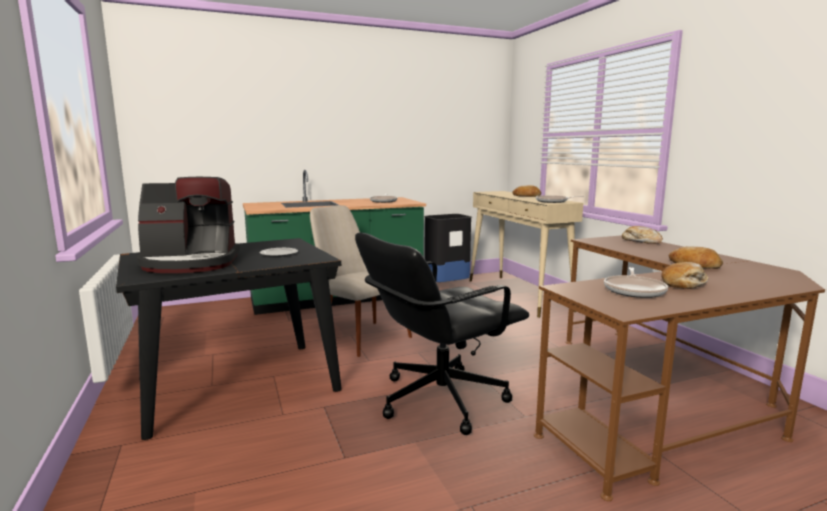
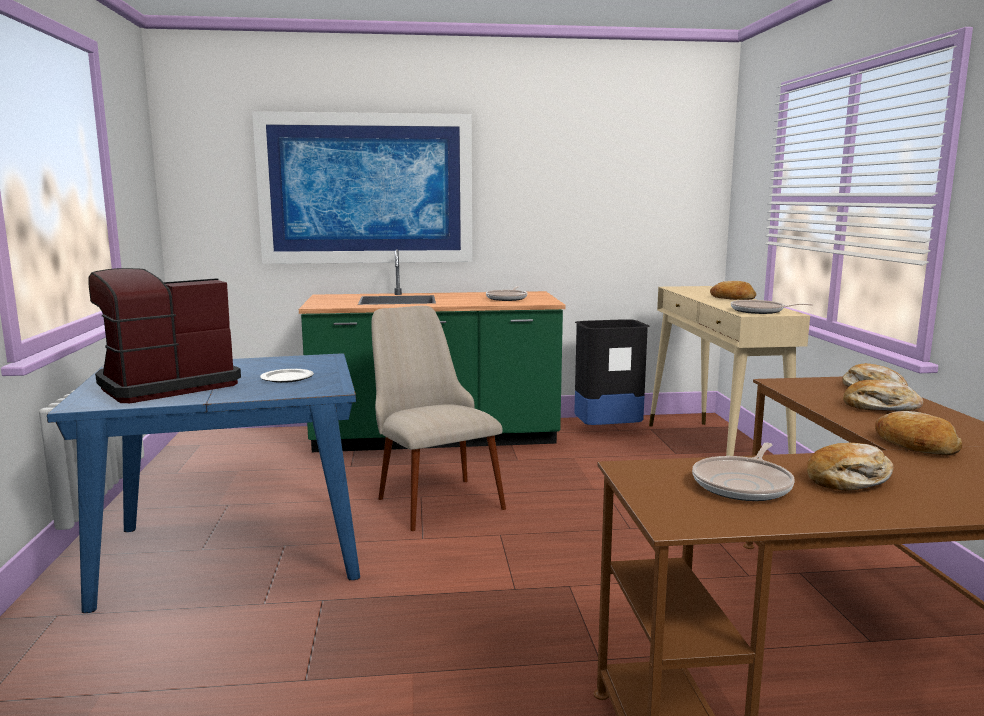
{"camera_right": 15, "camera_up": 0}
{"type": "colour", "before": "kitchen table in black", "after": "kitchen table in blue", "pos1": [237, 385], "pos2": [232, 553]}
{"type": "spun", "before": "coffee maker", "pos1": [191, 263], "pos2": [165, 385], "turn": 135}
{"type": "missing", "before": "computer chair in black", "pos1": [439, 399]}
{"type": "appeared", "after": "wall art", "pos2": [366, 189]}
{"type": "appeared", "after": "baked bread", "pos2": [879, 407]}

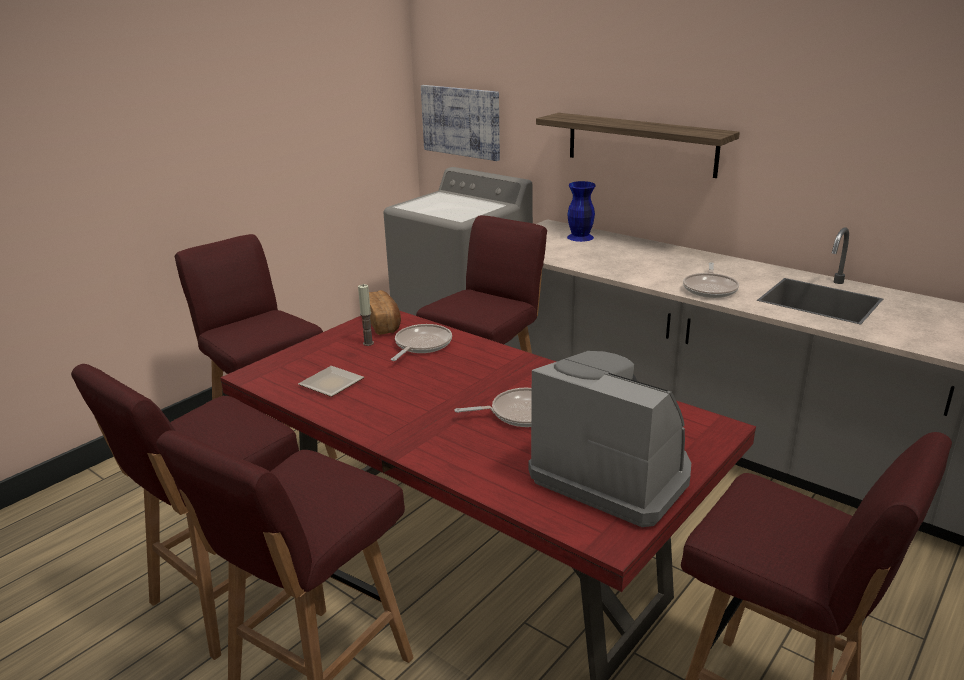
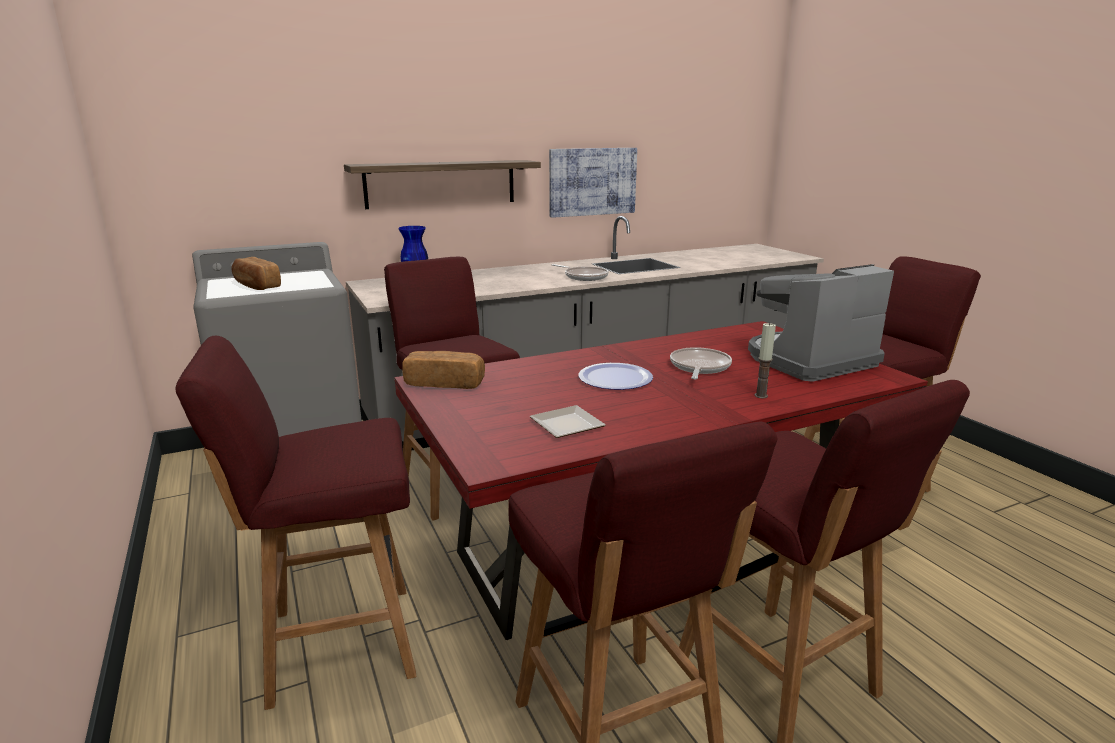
{"camera_right": -65, "camera_up": -5}
{"type": "relocated", "before": "candle", "pos1": [368, 343], "pos2": [761, 396]}
{"type": "missing", "before": "pan", "pos1": [421, 345]}
{"type": "relocated", "before": "wall art", "pos1": [461, 121], "pos2": [592, 181]}
{"type": "appeared", "after": "baked bread", "pos2": [256, 286]}
{"type": "appeared", "after": "plate", "pos2": [615, 378]}

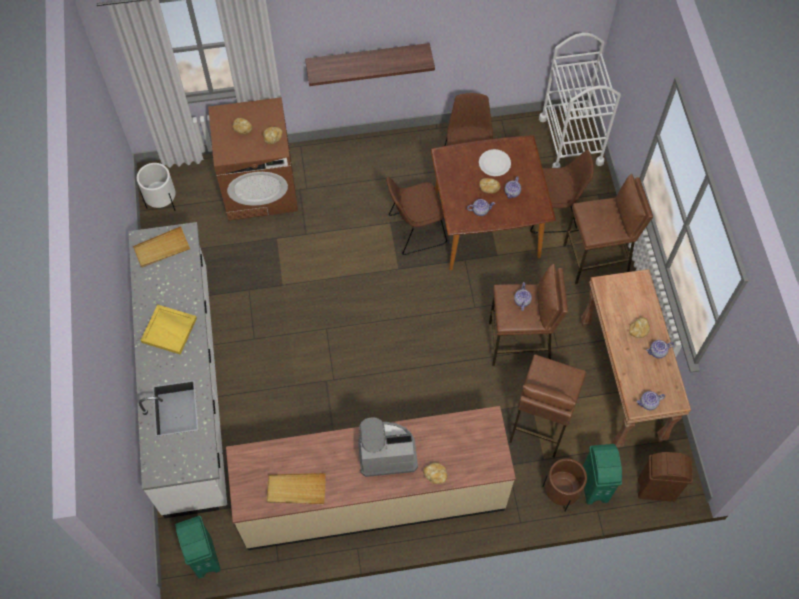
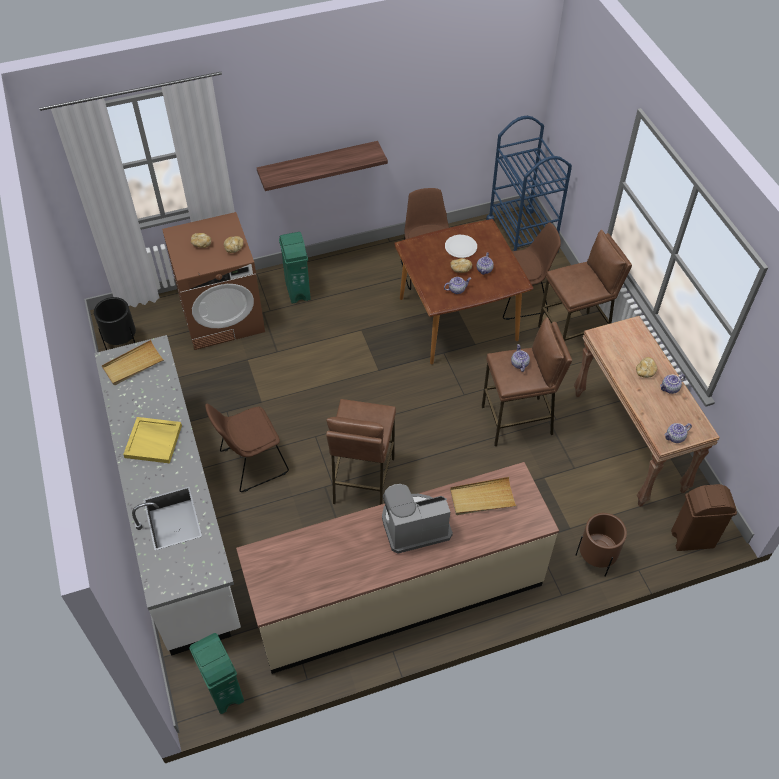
{"camera_right": -10, "camera_up": -10}
{"type": "colour", "before": "flower pot in white-coloured", "after": "flower pot in black", "pos1": [162, 202], "pos2": [122, 343]}
{"type": "relocated", "before": "carrying tray in beige", "pos1": [296, 489], "pos2": [482, 498]}
{"type": "relocated", "before": "upright chair in brownish", "pos1": [415, 230], "pos2": [251, 463]}
{"type": "missing", "before": "baked bread", "pos1": [435, 475]}
{"type": "relocated", "before": "stool seat in brownish", "pos1": [539, 423], "pos2": [363, 480]}
{"type": "colour", "before": "cart in white-coloured", "after": "cart in blue", "pos1": [571, 140], "pos2": [521, 236]}
{"type": "relocated", "before": "trash can in green", "pos1": [594, 485], "pos2": [298, 290]}

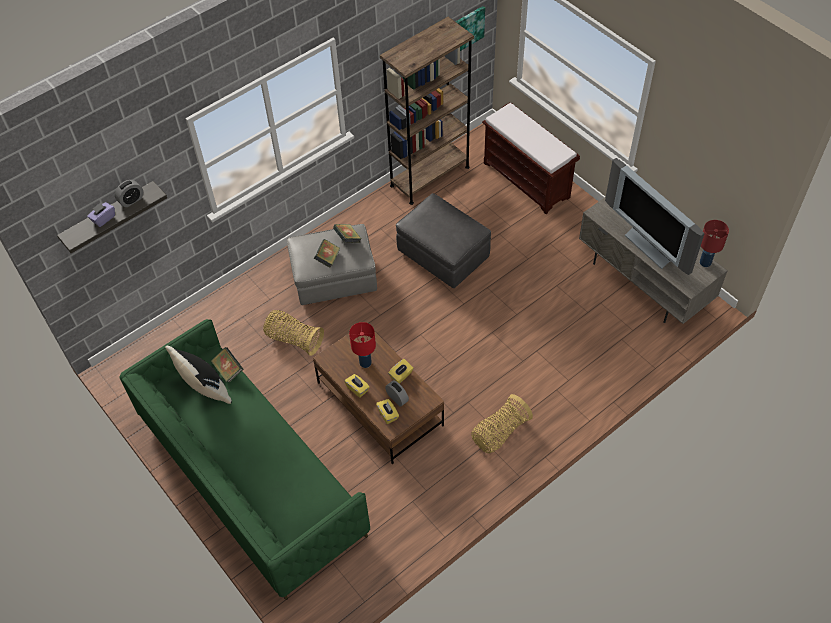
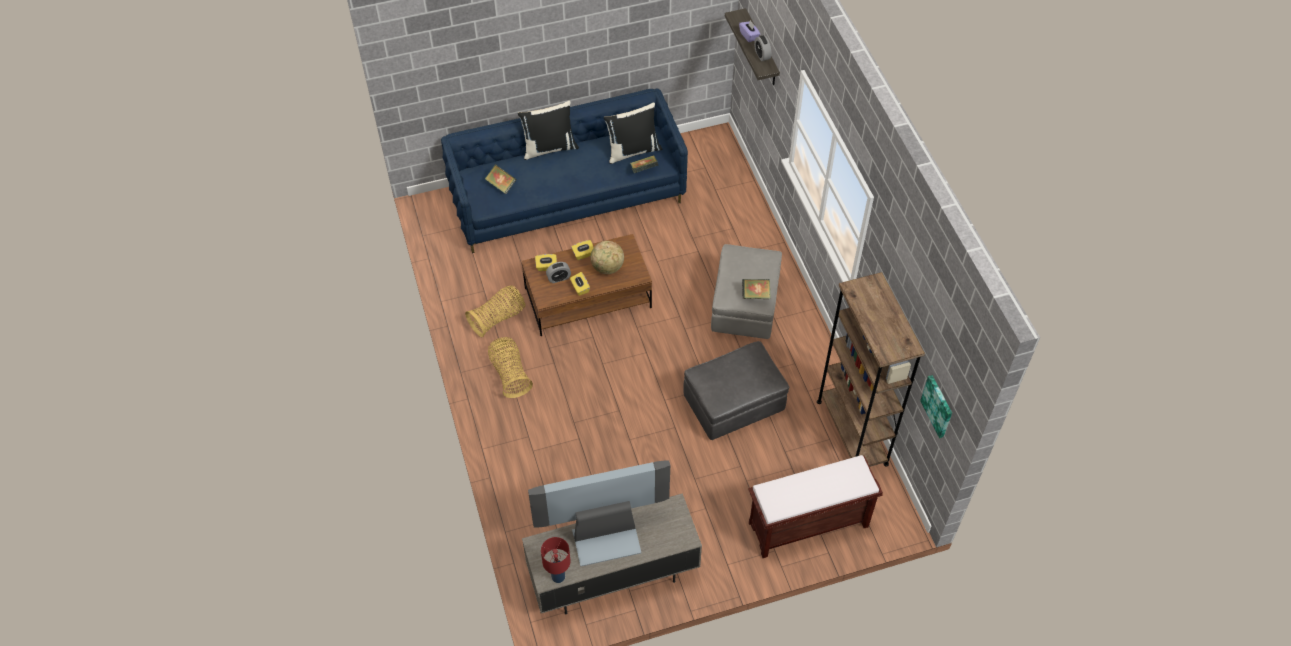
{"camera_right": 110, "camera_up": 0}
{"type": "colour", "before": "couch in green", "after": "couch in blue", "pos1": [251, 476], "pos2": [567, 196]}
{"type": "relocated", "before": "storage basket", "pos1": [294, 339], "pos2": [498, 318]}
{"type": "relocated", "before": "volume", "pos1": [328, 259], "pos2": [501, 185]}
{"type": "exchanged", "before": "tabletop lamp in red-coloured", "after": "desk globe", "pos1": [365, 362], "pos2": [607, 268]}
{"type": "appeared", "after": "throw pillow in black", "pos2": [549, 148]}

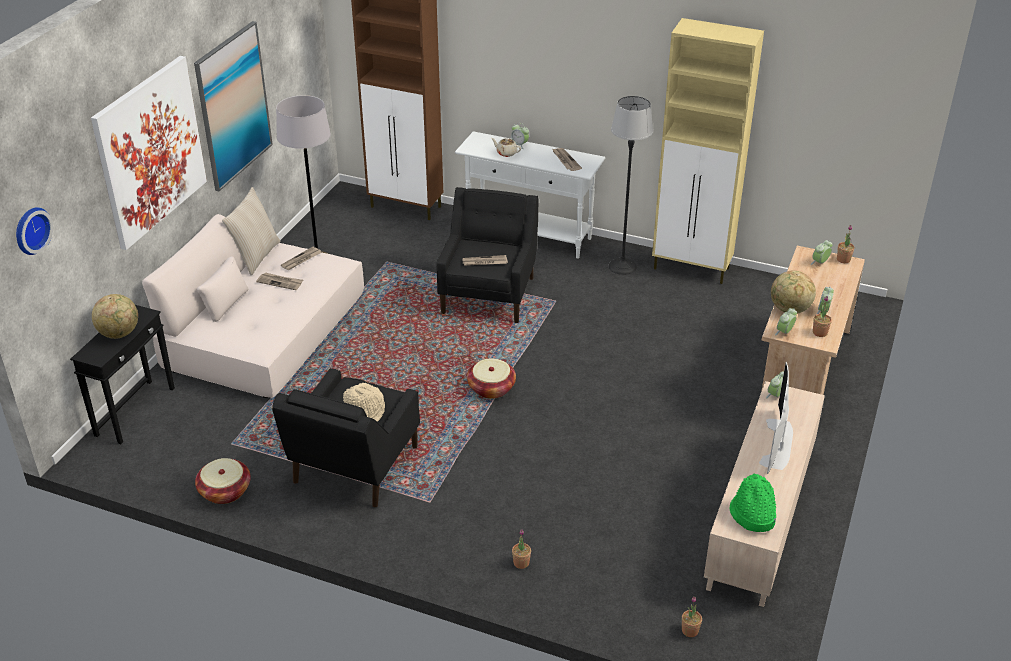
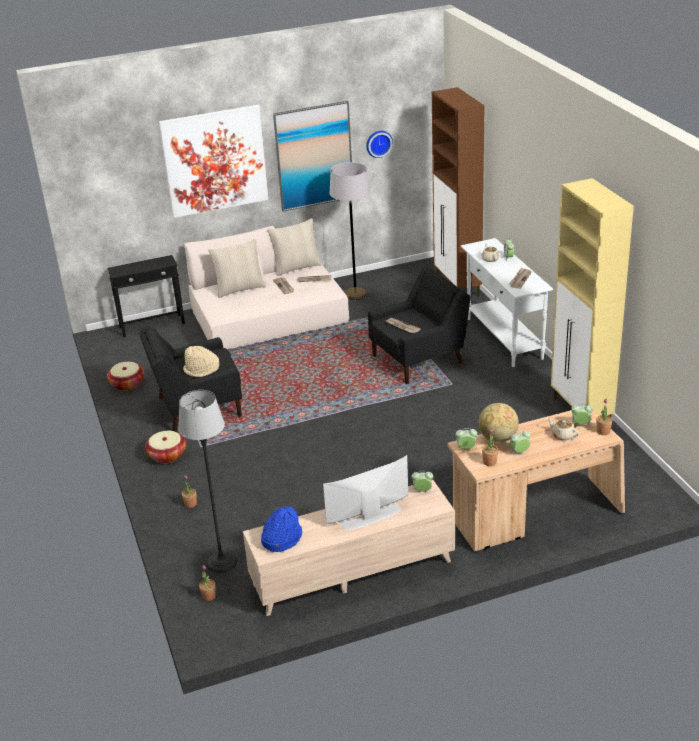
{"camera_right": 50, "camera_up": -5}
{"type": "relocated", "before": "hanging clock", "pos1": [30, 230], "pos2": [378, 143]}
{"type": "missing", "before": "desk globe", "pos1": [119, 333]}
{"type": "relocated", "before": "storage basket", "pos1": [491, 388], "pos2": [167, 455]}
{"type": "relocated", "before": "standing lamp", "pos1": [622, 266], "pos2": [221, 562]}
{"type": "colour", "before": "hat in green", "after": "hat in blue", "pos1": [752, 514], "pos2": [281, 539]}
{"type": "appeared", "after": "throw pillow in beige", "pos2": [239, 289]}
{"type": "appeared", "after": "pot for tea in beige", "pos2": [562, 435]}

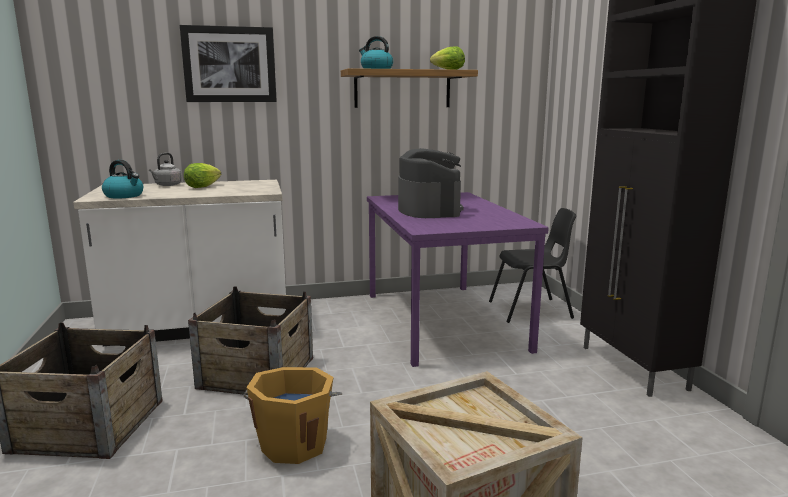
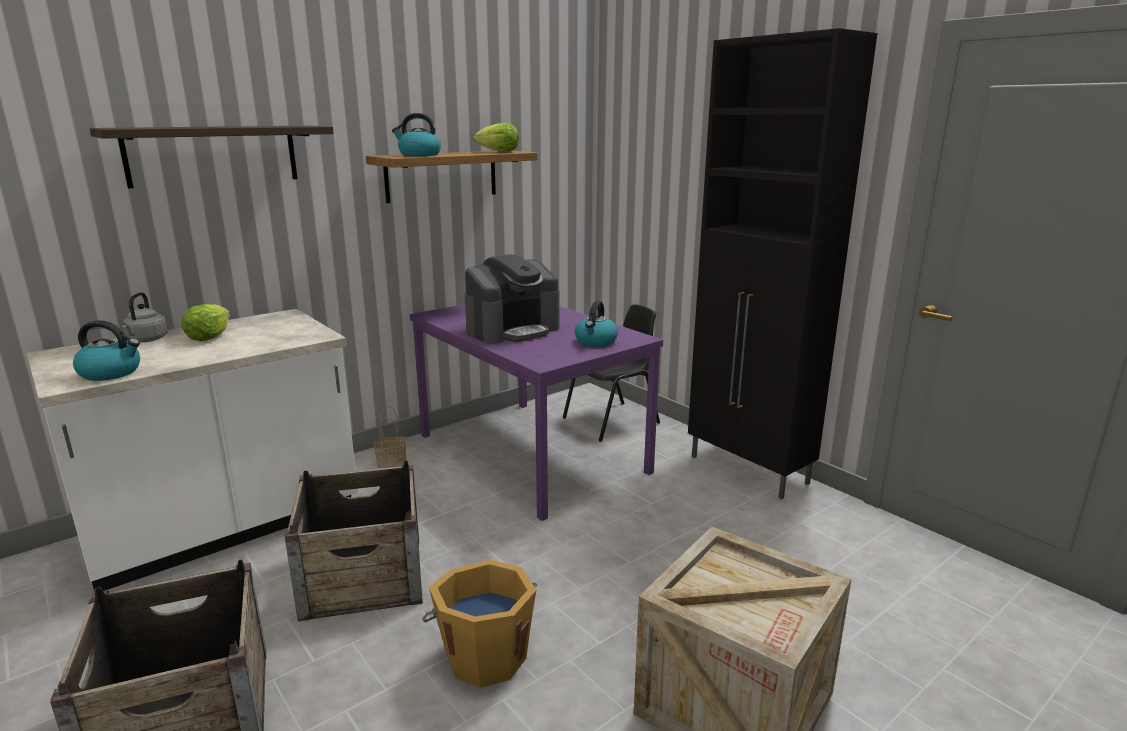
{"camera_right": -25, "camera_up": 5}
{"type": "exchanged", "before": "wall art", "after": "wall shelf", "pos1": [229, 64], "pos2": [213, 155]}
{"type": "spun", "before": "coffee maker", "pos1": [429, 210], "pos2": [513, 330], "turn": 90}
{"type": "appeared", "after": "storage basket", "pos2": [393, 461]}
{"type": "appeared", "after": "tea kettle", "pos2": [596, 342]}

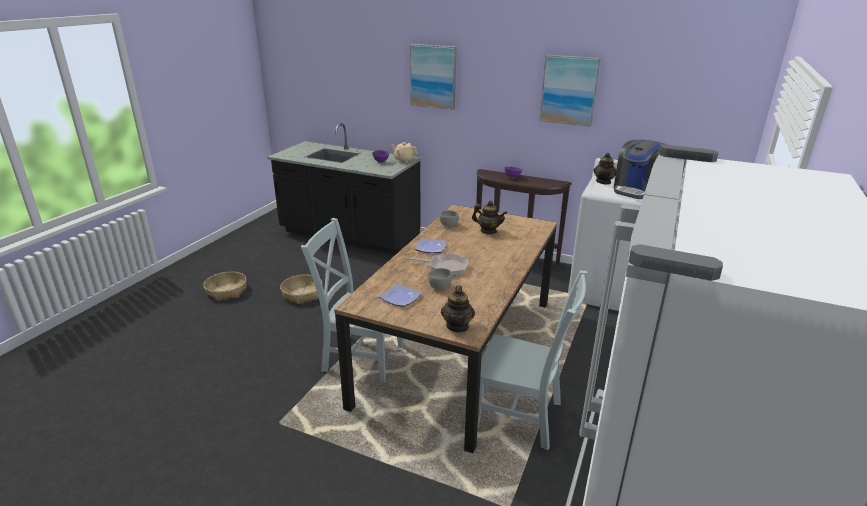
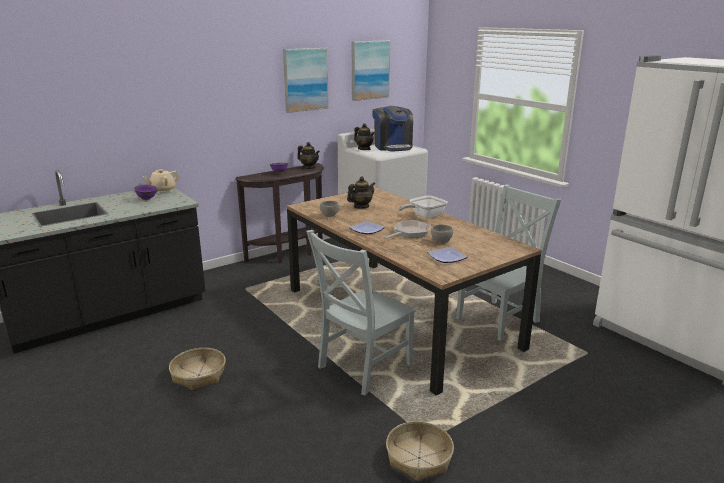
{"camera_right": -60, "camera_up": -5}
{"type": "relocated", "before": "storage basket", "pos1": [226, 291], "pos2": [419, 458]}
{"type": "relocated", "before": "wall art", "pos1": [433, 76], "pos2": [369, 70]}
{"type": "relocated", "before": "pot for tea", "pos1": [457, 326], "pos2": [309, 168]}
{"type": "appeared", "after": "pan", "pos2": [424, 216]}

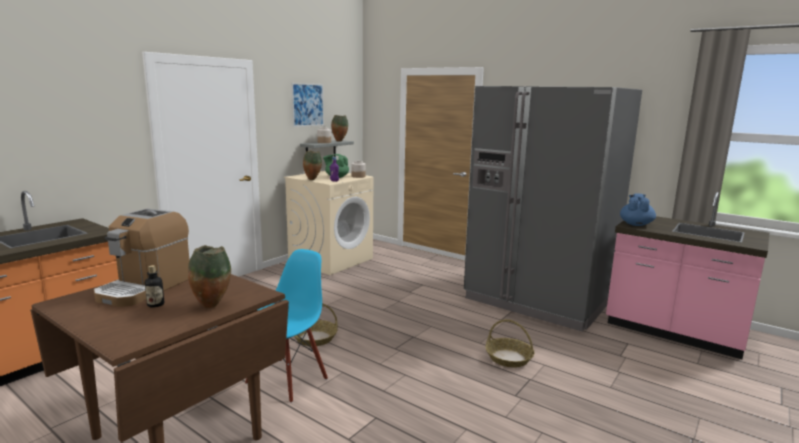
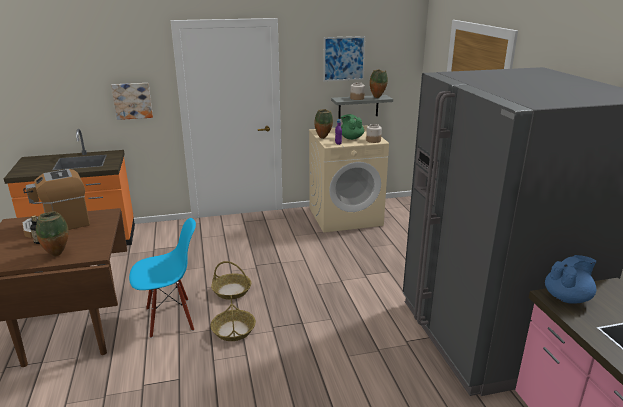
{"camera_right": 40, "camera_up": 10}
{"type": "relocated", "before": "storage basket", "pos1": [509, 358], "pos2": [233, 330]}
{"type": "appeared", "after": "wall art", "pos2": [132, 100]}

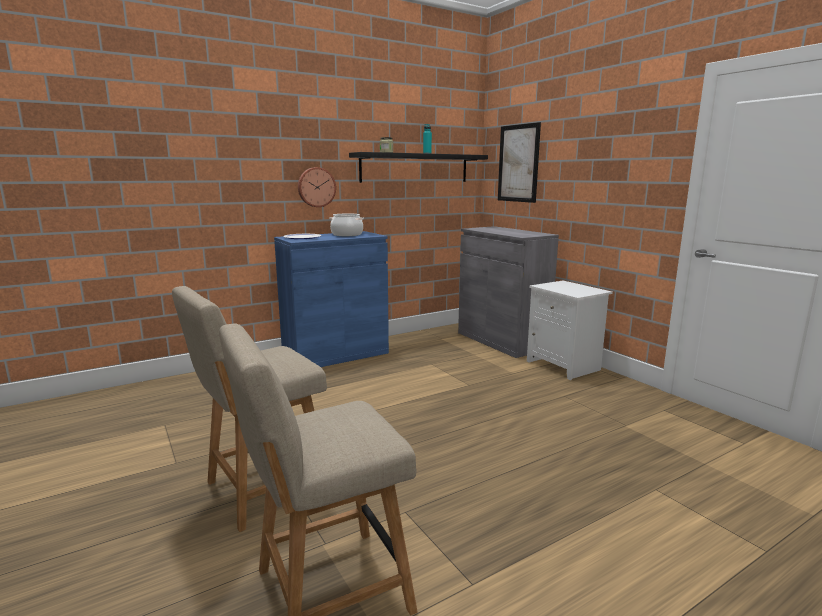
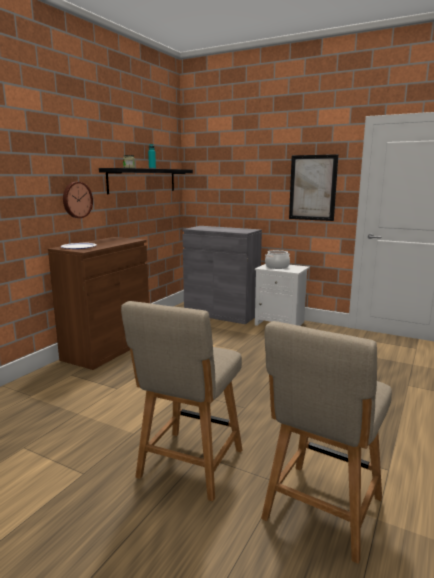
{"camera_right": -30, "camera_up": 0}
{"type": "colour", "before": "storage cabinet in blue", "after": "storage cabinet in brownish", "pos1": [335, 354], "pos2": [107, 349]}
{"type": "relocated", "before": "stockpot", "pos1": [346, 235], "pos2": [277, 267]}
{"type": "relocated", "before": "wall art", "pos1": [518, 163], "pos2": [312, 187]}

